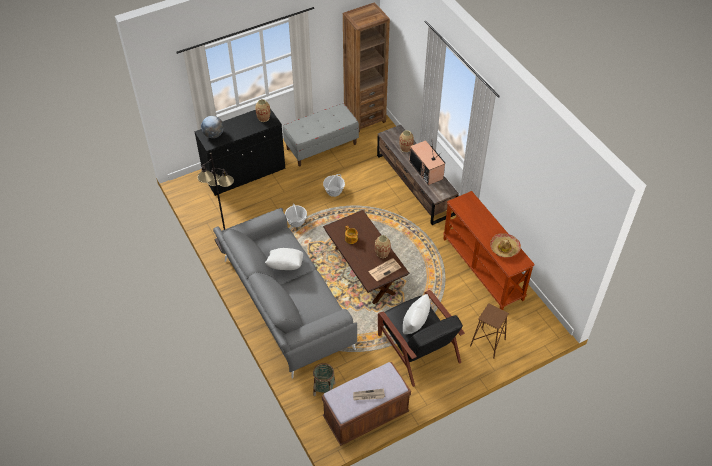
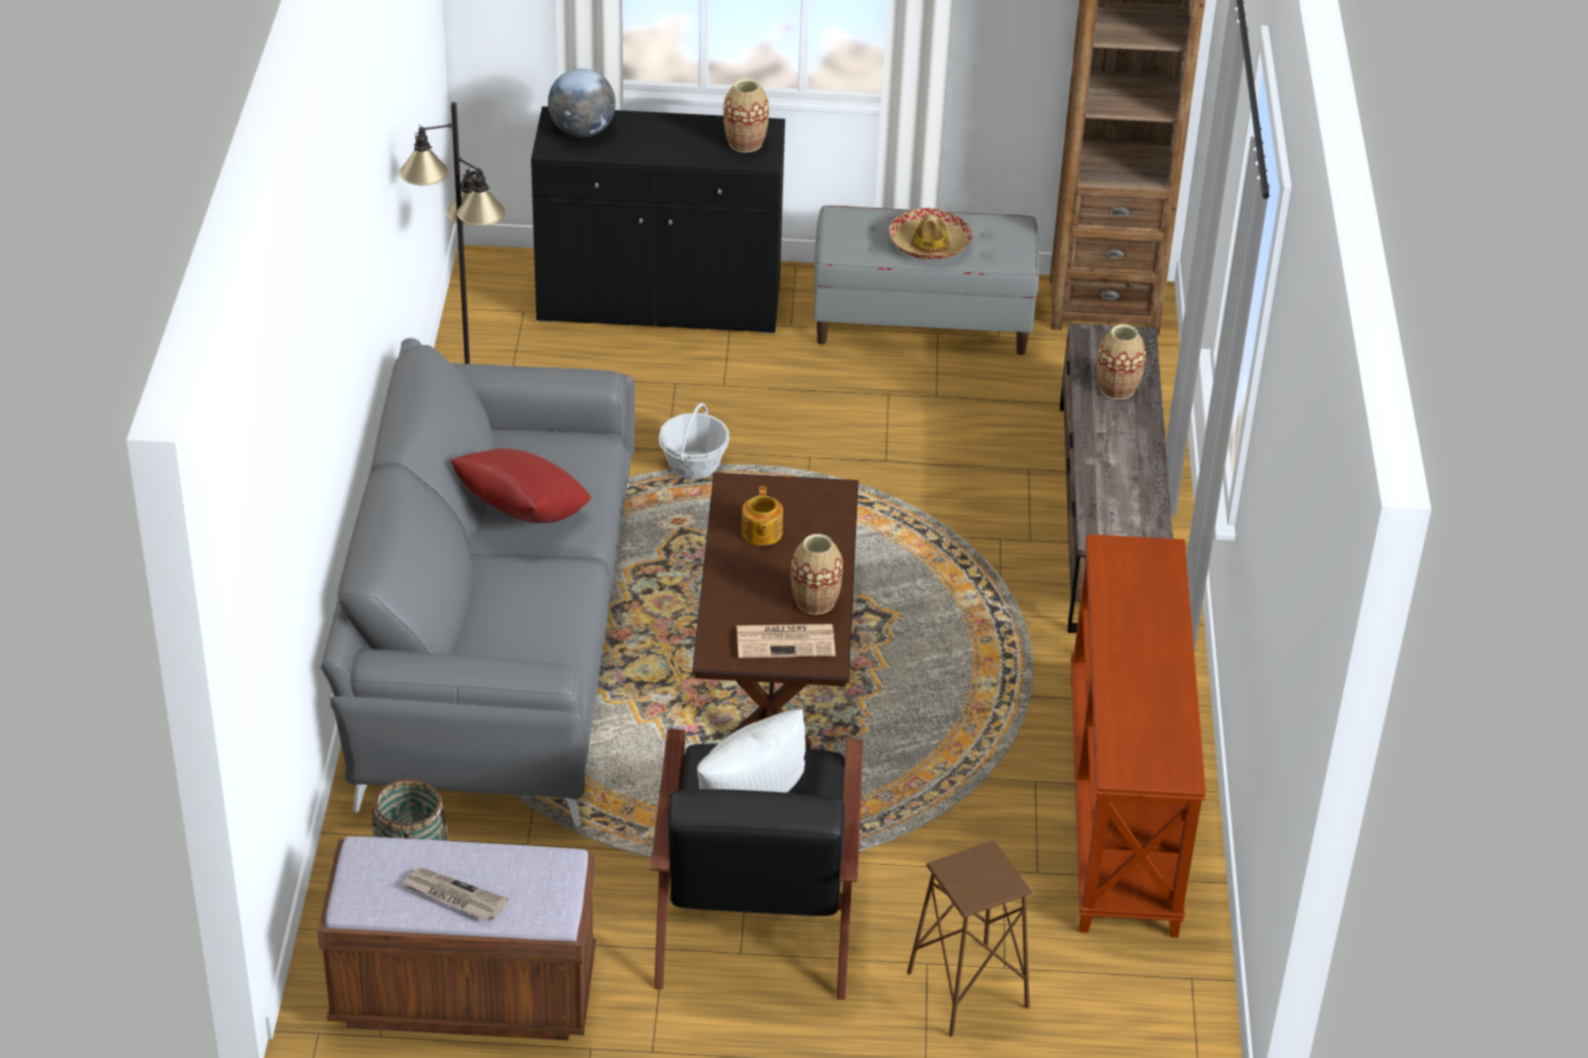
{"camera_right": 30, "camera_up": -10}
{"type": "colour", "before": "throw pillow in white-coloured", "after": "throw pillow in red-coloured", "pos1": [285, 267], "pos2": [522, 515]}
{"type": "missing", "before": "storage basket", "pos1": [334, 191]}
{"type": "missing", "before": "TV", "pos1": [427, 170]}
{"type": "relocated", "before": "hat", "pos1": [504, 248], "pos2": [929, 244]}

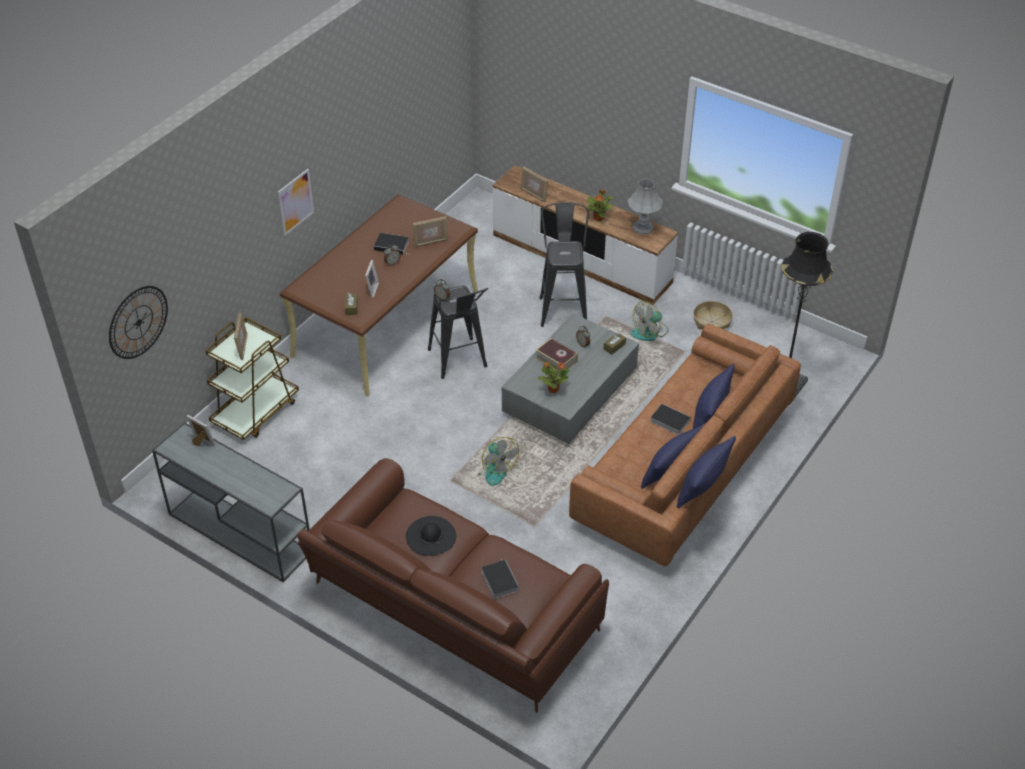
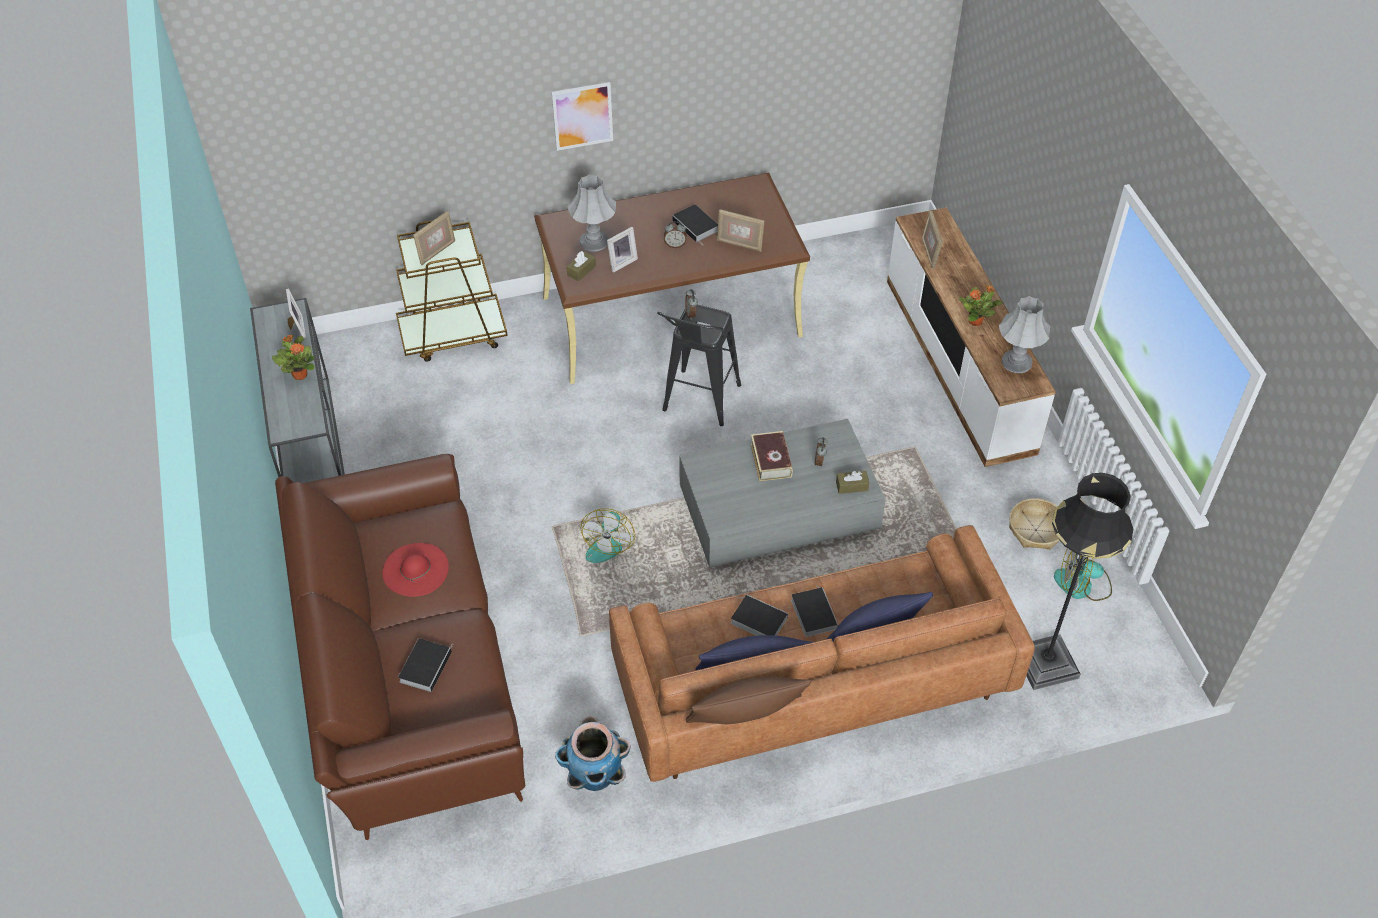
{"camera_right": 40, "camera_up": 5}
{"type": "missing", "before": "hanging clock", "pos1": [138, 322]}
{"type": "colour", "before": "hat in black", "after": "hat in red-coloured", "pos1": [430, 536], "pos2": [415, 569]}
{"type": "relocated", "before": "potted plant", "pos1": [553, 389], "pos2": [300, 374]}
{"type": "missing", "before": "stool seat in black", "pos1": [563, 307]}
{"type": "relocated", "before": "fan", "pos1": [649, 332], "pos2": [1082, 585]}
{"type": "colour", "before": "throw pillow in blue", "after": "throw pillow in brownish", "pos1": [703, 485], "pos2": [746, 715]}
{"type": "appeared", "after": "flower pot", "pos2": [595, 776]}
{"type": "appeared", "after": "tabletop lamp in grey", "pos2": [594, 241]}
{"type": "appeared", "after": "volume", "pos2": [757, 620]}

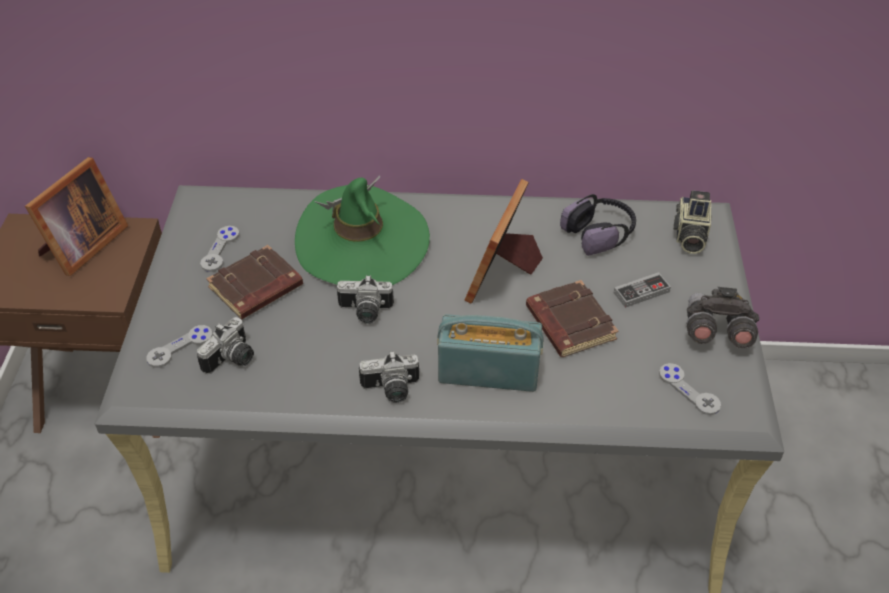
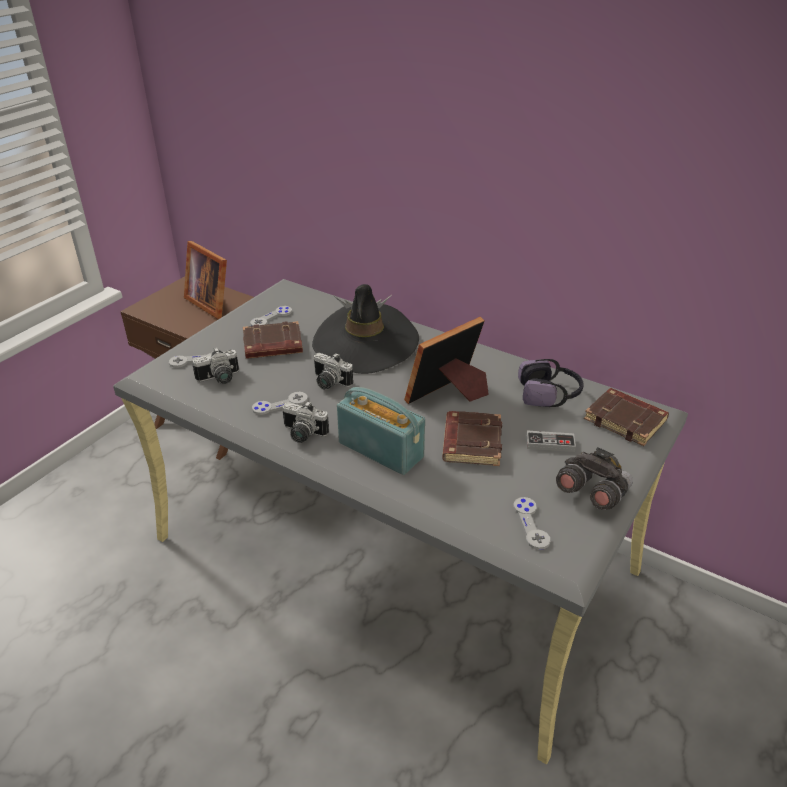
{"camera_right": 30, "camera_up": -10}
{"type": "spun", "before": "picture frame", "pos1": [81, 246], "pos2": [211, 302], "turn": 75}
{"type": "colour", "before": "hat in green", "after": "hat in black", "pos1": [362, 243], "pos2": [365, 343]}
{"type": "exchanged", "before": "still camera", "after": "volume in brownish", "pos1": [689, 236], "pos2": [626, 420]}
{"type": "appeared", "after": "game controller in grey", "pos2": [280, 404]}

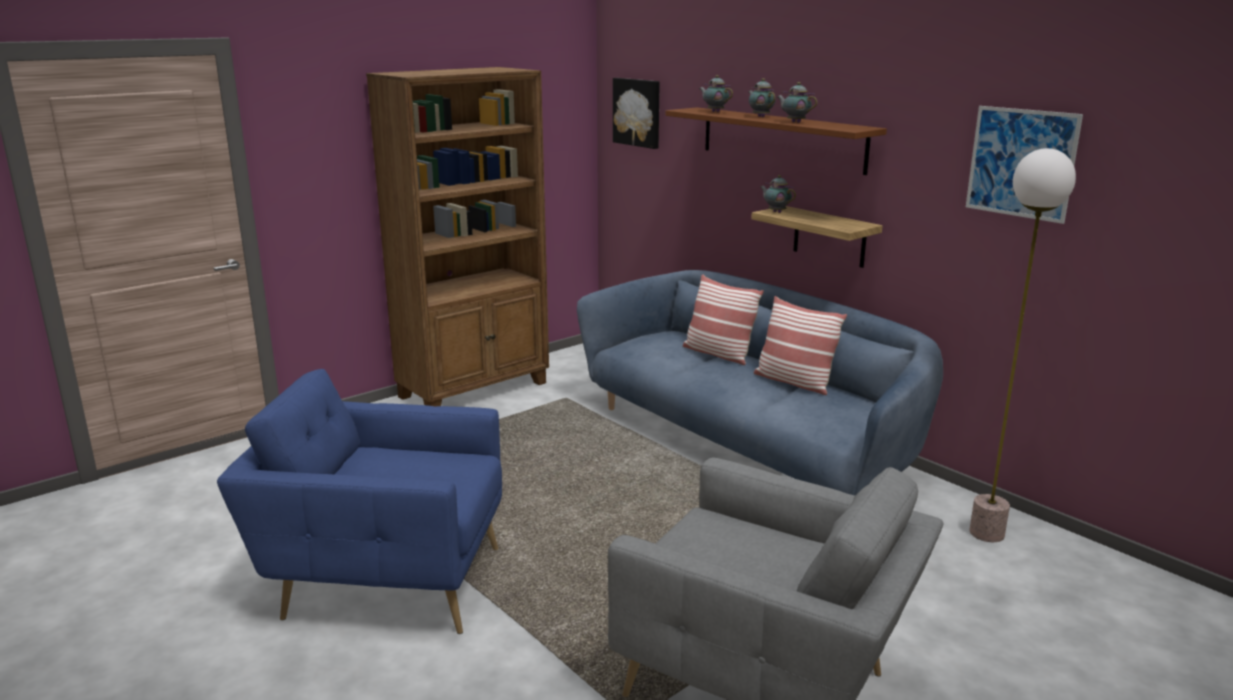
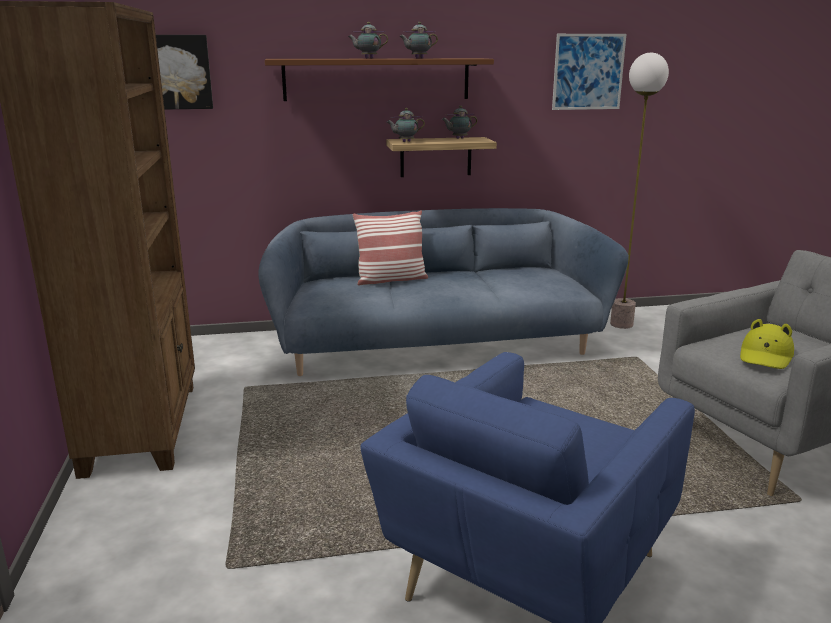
{"camera_right": -60, "camera_up": 0}
{"type": "relocated", "before": "pot for tea", "pos1": [714, 111], "pos2": [458, 138]}
{"type": "missing", "before": "throw pillow", "pos1": [794, 382]}
{"type": "appeared", "after": "hat in yellowish", "pos2": [765, 356]}

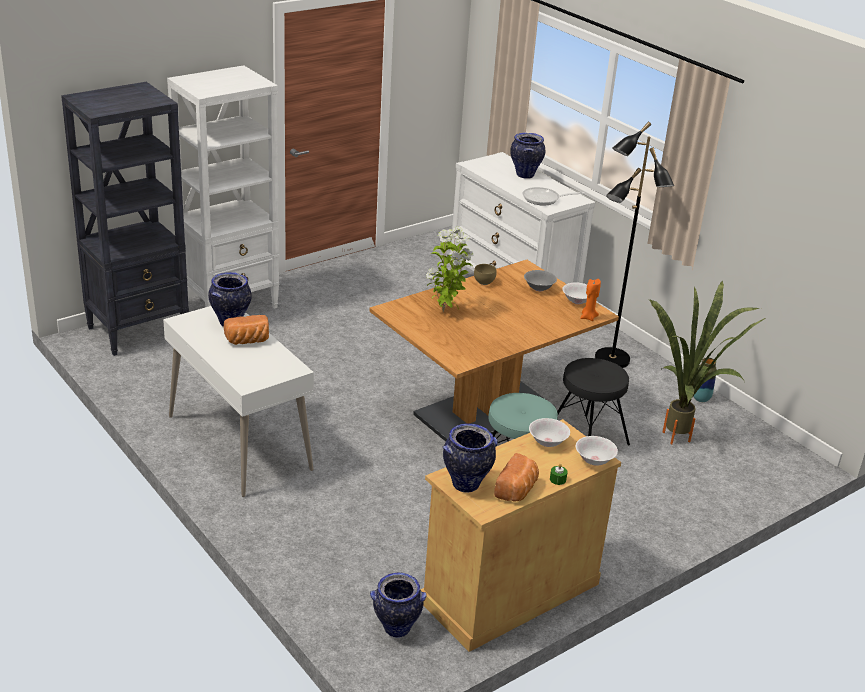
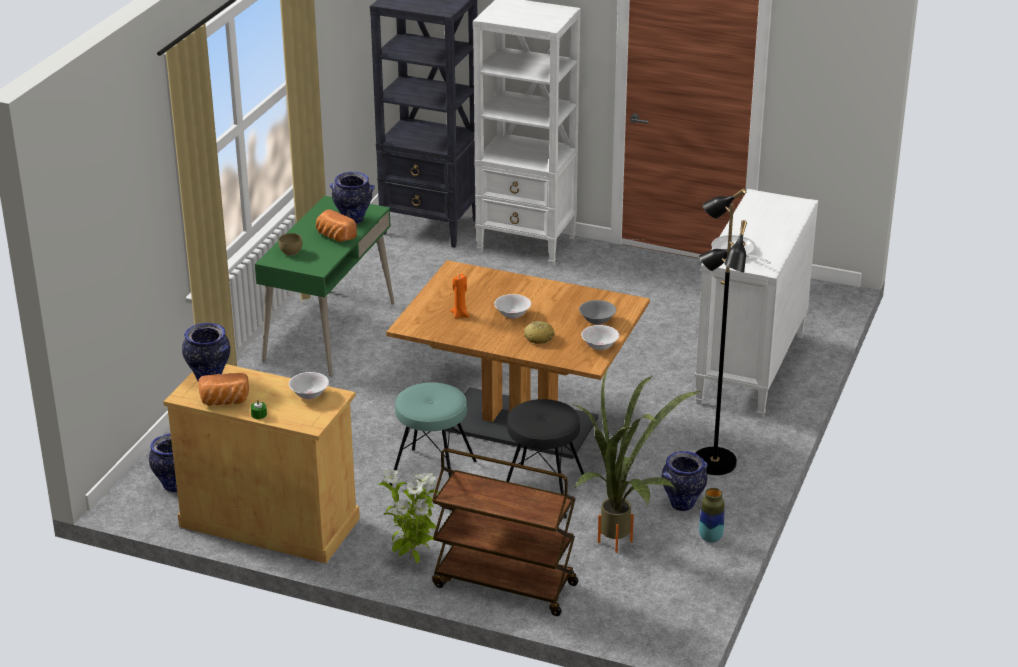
{"camera_right": 60, "camera_up": 0}
{"type": "colour", "before": "desk unit in white-coloured", "after": "desk unit in green", "pos1": [238, 443], "pos2": [329, 332]}
{"type": "relocated", "before": "potted plant", "pos1": [444, 312], "pos2": [413, 559]}
{"type": "relocated", "before": "bowl in brownish", "pos1": [483, 282], "pos2": [290, 252]}
{"type": "relocated", "before": "flower vase", "pos1": [525, 175], "pos2": [683, 504]}
{"type": "relocated", "before": "bowl in white-coloured", "pos1": [594, 460], "pos2": [512, 315]}
{"type": "relocated", "before": "candle in orange", "pos1": [588, 317], "pos2": [460, 315]}
{"type": "appeared", "after": "cart in brownish", "pos2": [503, 585]}
{"type": "appeared", "after": "baked bread", "pos2": [539, 338]}

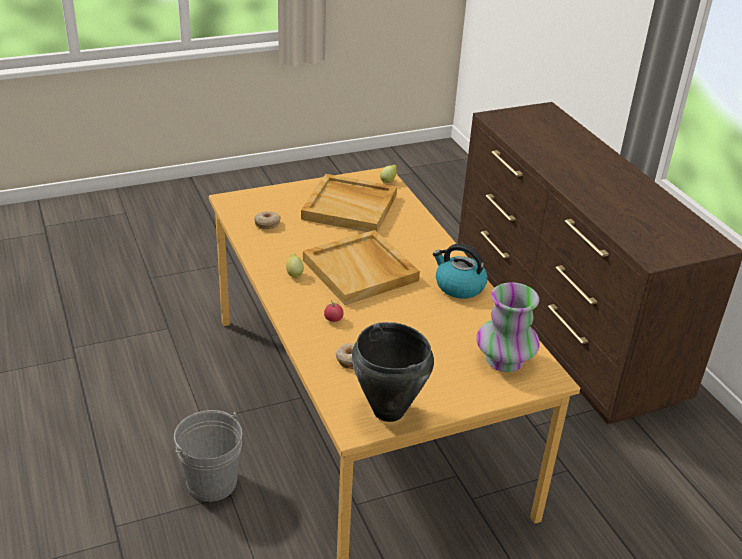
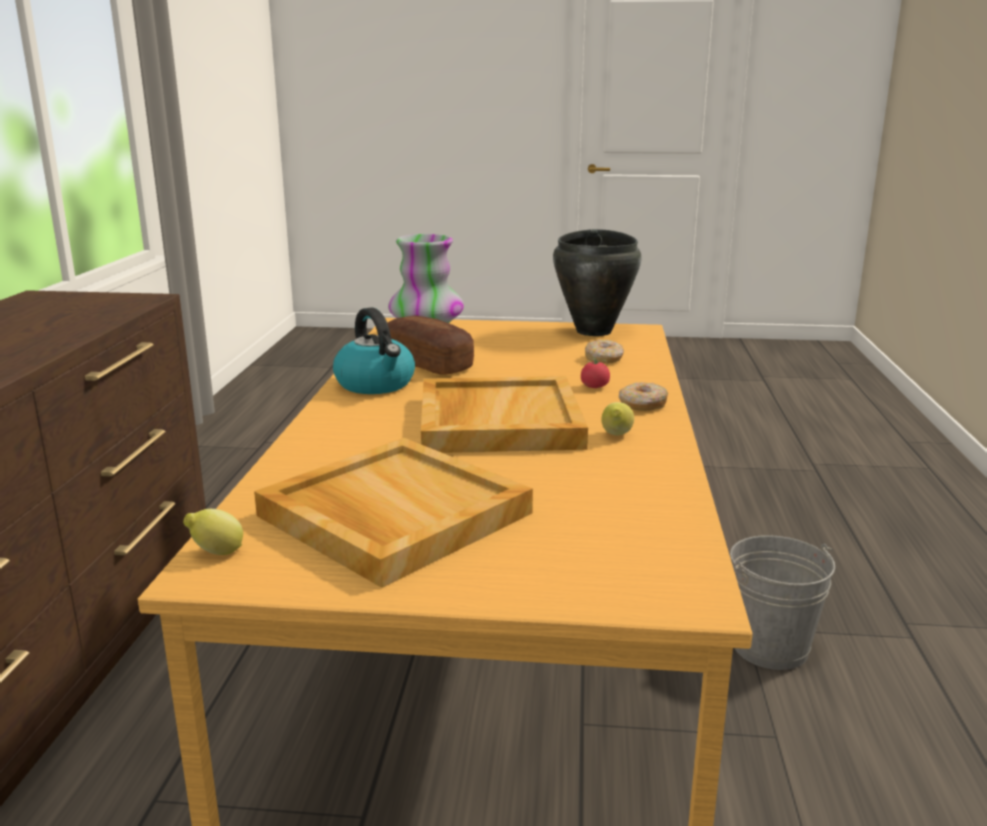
{"camera_right": -150, "camera_up": -15}
{"type": "relocated", "before": "ring doughnut", "pos1": [267, 224], "pos2": [642, 405]}
{"type": "appeared", "after": "baked bread", "pos2": [428, 363]}

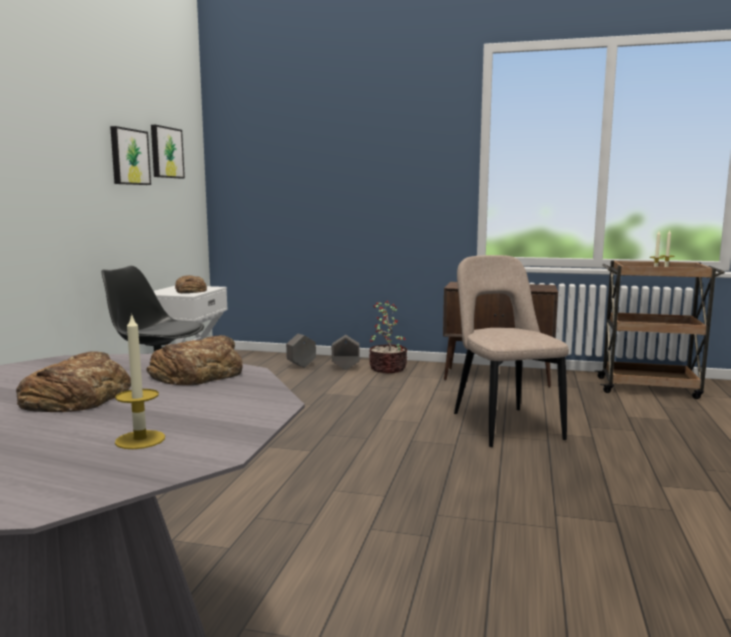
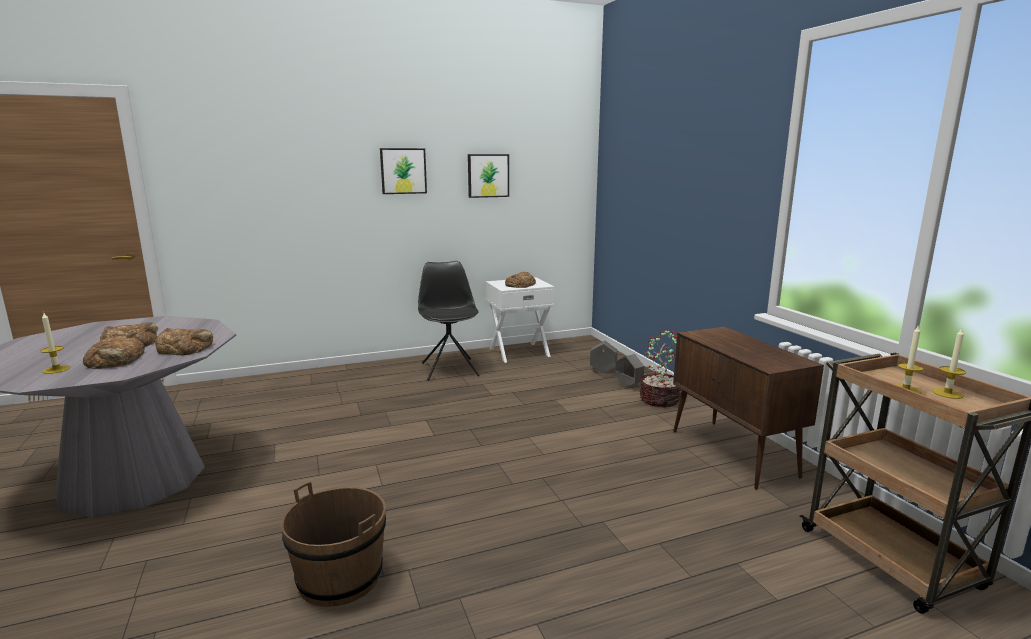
{"camera_right": 55, "camera_up": 5}
{"type": "relocated", "before": "wall art", "pos1": [166, 152], "pos2": [403, 171]}
{"type": "missing", "before": "upright chair in beige", "pos1": [503, 425]}
{"type": "appeared", "after": "baked bread", "pos2": [116, 360]}
{"type": "appeared", "after": "bucket in brownish", "pos2": [340, 577]}

